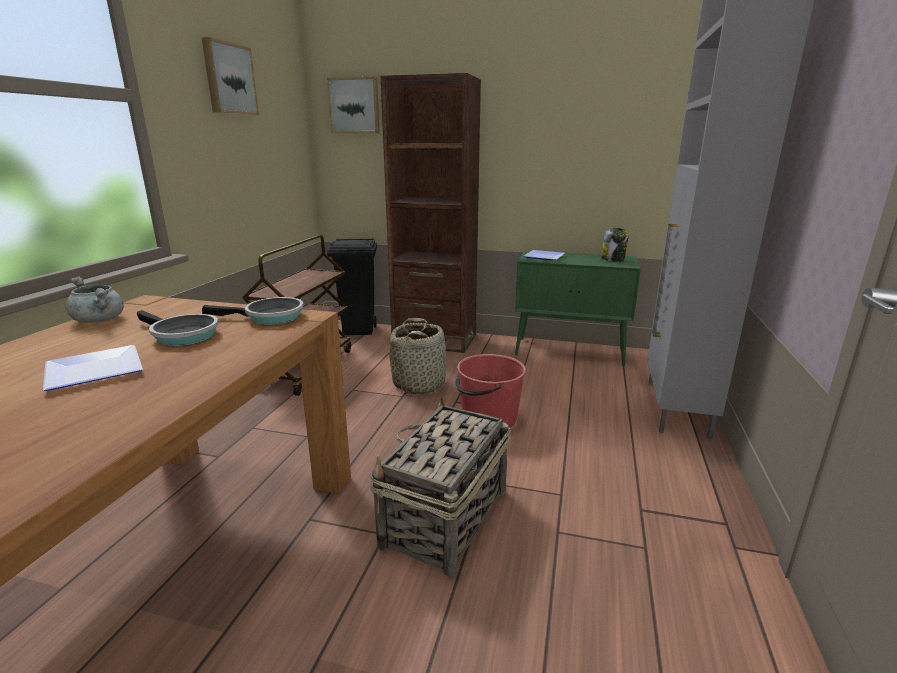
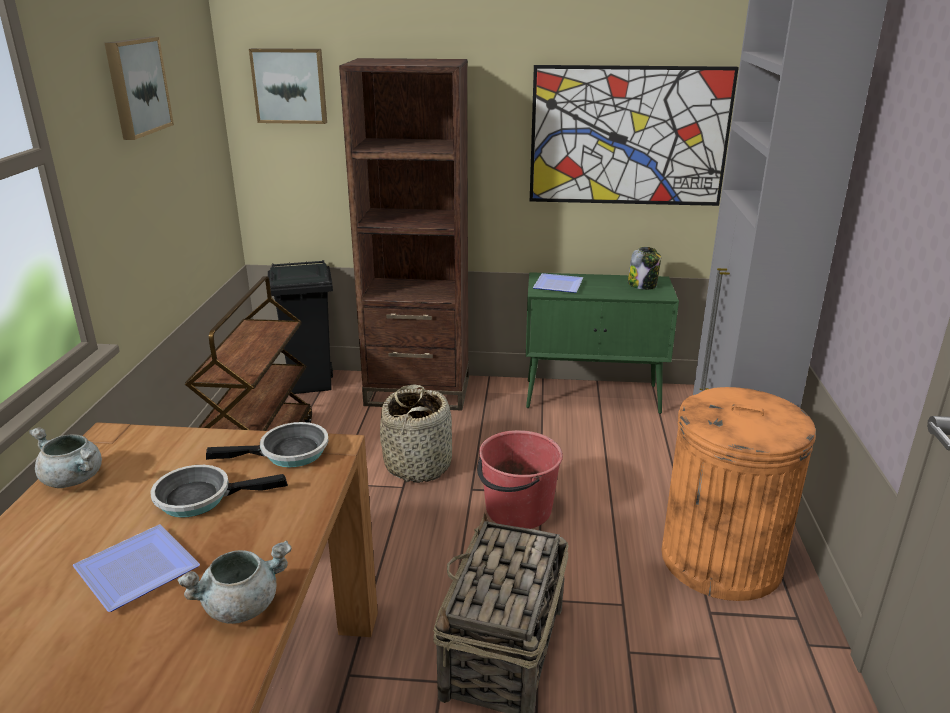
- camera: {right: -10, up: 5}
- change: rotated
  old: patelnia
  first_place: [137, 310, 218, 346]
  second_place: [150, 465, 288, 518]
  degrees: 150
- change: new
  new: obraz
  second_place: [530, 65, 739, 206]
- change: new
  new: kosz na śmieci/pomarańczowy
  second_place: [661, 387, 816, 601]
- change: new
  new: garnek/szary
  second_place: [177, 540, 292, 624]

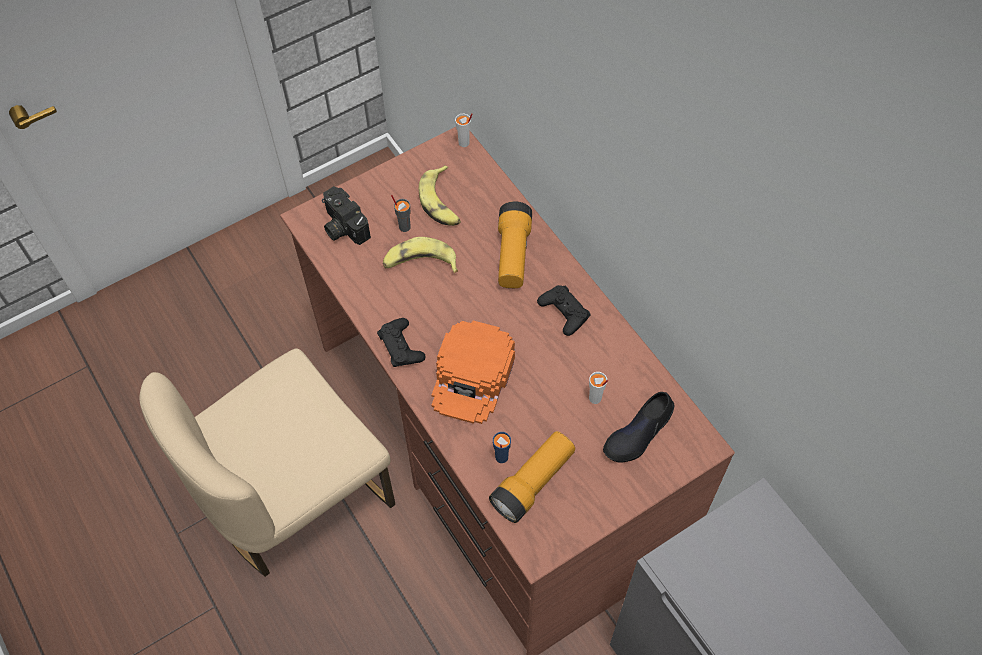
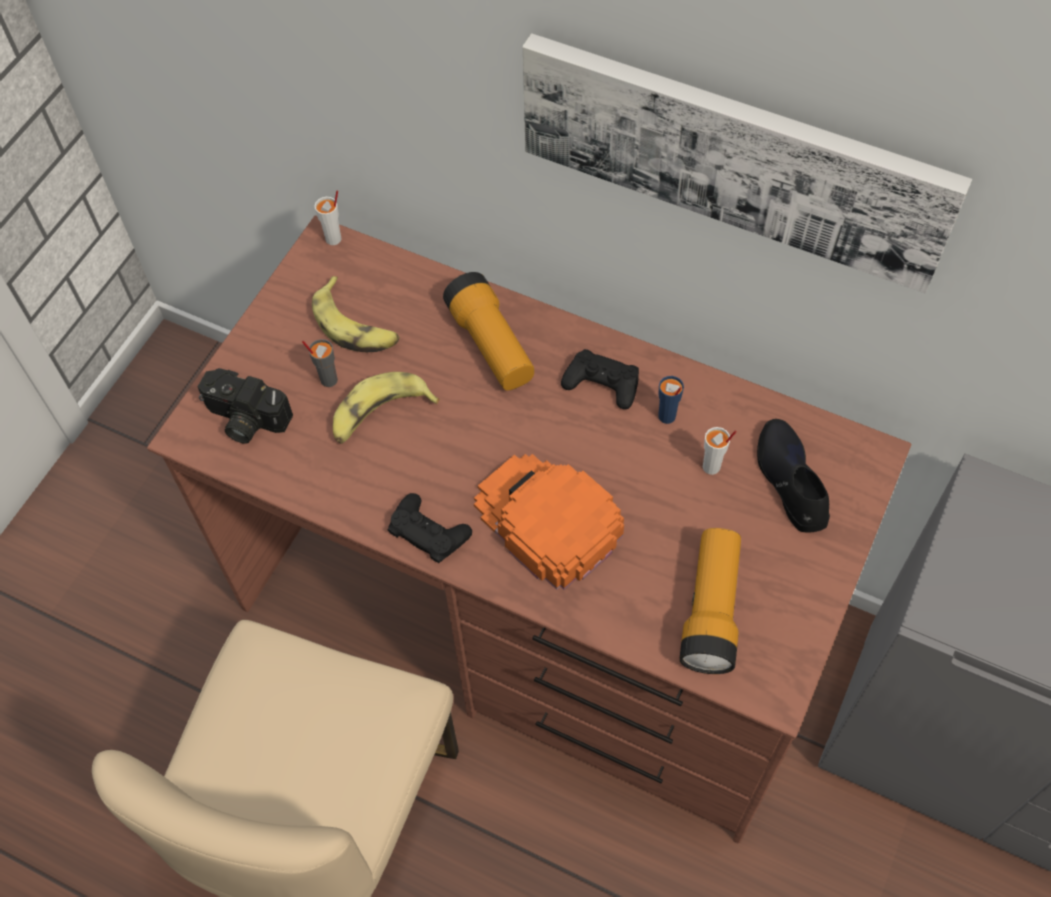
- camera: {right: -30, up: 0}
- change: rotated
  old: czapka z daszkiem/pomarańczowy
  first_place: [431, 321, 515, 424]
  second_place: [474, 454, 624, 590]
  degrees: 150
- change: rotated
  old: but/czarny
  first_place: [603, 392, 674, 463]
  second_place: [757, 419, 830, 532]
  degrees: 150
- change: shifted
  old: filiżanka/niebieski
  first_place: [493, 432, 511, 463]
  second_place: [658, 376, 684, 424]
- change: new
  new: obraz
  second_place: [523, 34, 972, 293]

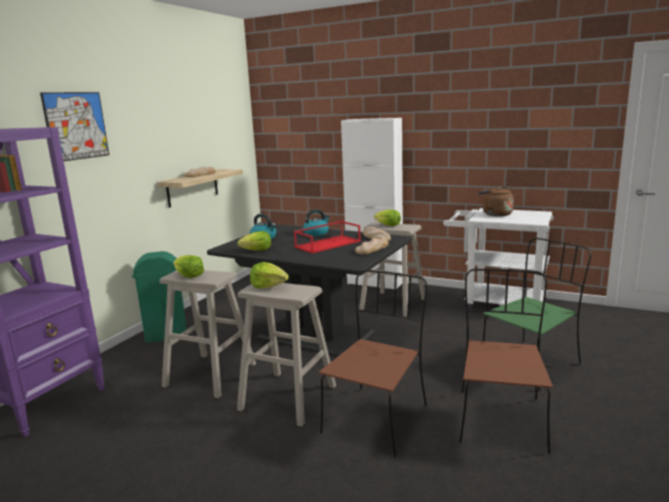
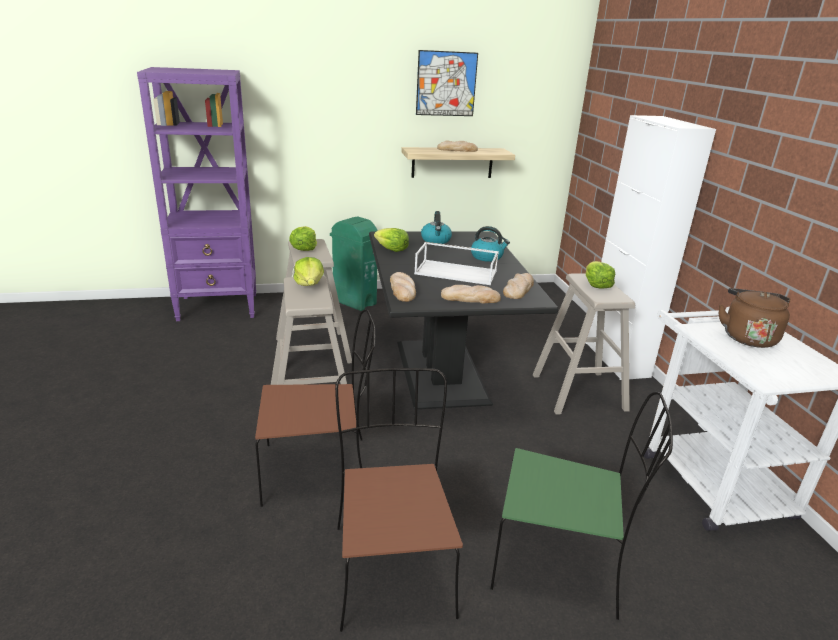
- camera: {right: 50, up: 10}
- change: shifted
  old: obraz
  first_place: [40, 92, 109, 161]
  second_place: [416, 50, 478, 116]
- change: repainted
  old: taca/czerwony
  new: taca/biały
  first_place: [294, 221, 361, 254]
  second_place: [414, 242, 499, 285]
- change: rotated
  old: krzesło/brązowy
  first_place: [459, 269, 553, 454]
  second_place: [335, 368, 463, 632]
  degrees: -75
- change: new
  new: chleb
  second_place: [390, 272, 416, 302]

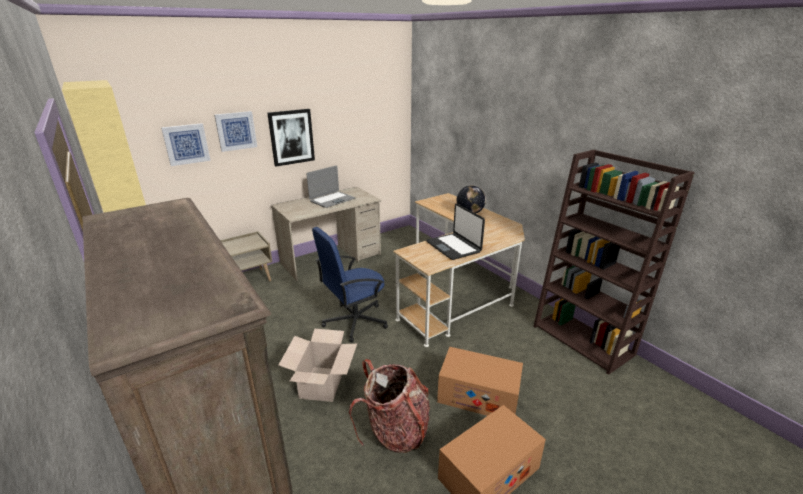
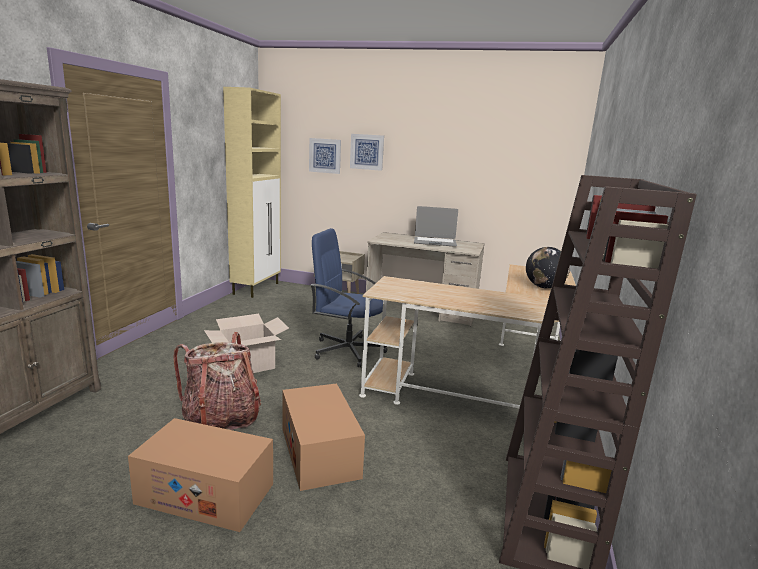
- camera: {right: 50, up: -10}
- change: gone
  old: obraz
  first_place: [267, 109, 315, 167]
- change: gone
  old: laptop
  first_place: [426, 203, 485, 260]

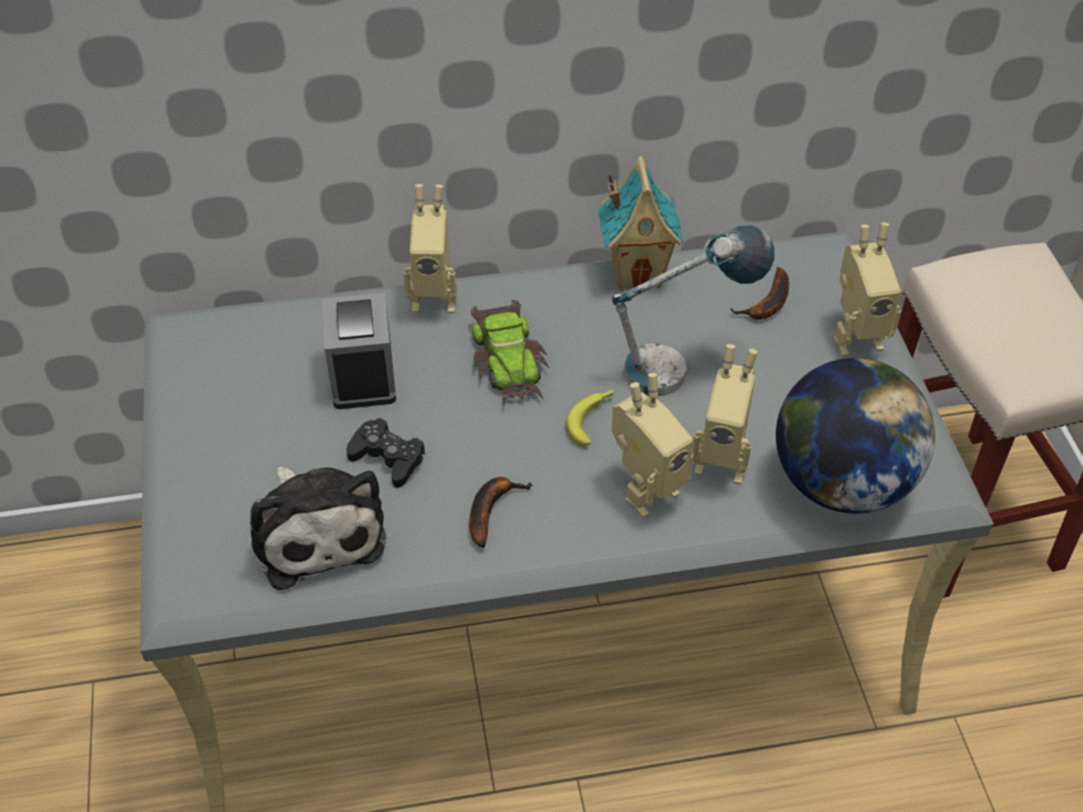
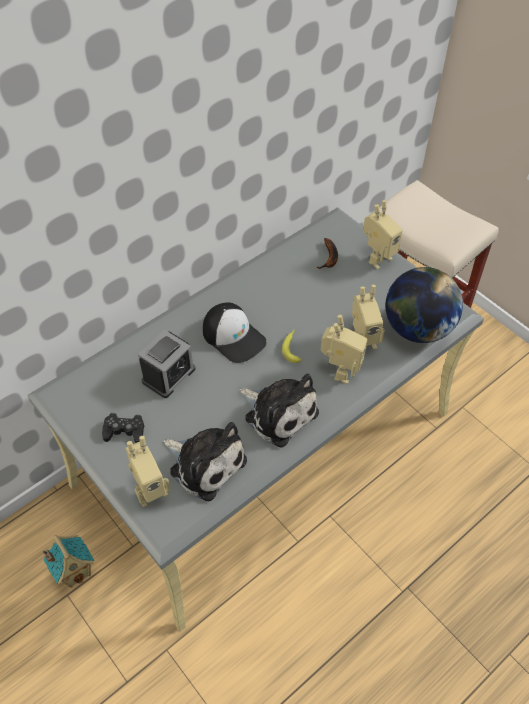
- camera: {right: -30, up: 5}
- change: shifted
  old: domek
  first_place: [598, 156, 684, 291]
  second_place: [43, 535, 95, 588]
- change: shifted
  old: robot zabawkowy
  first_place: [403, 184, 457, 313]
  second_place: [126, 436, 170, 507]
- change: gone
  old: lampa stołowa
  first_place: [612, 226, 775, 396]
- change: rotated
  old: budzik
  first_place: [322, 293, 396, 409]
  second_place: [138, 330, 195, 398]
  degrees: -105
- change: swapped
  old: samochodzik
  new: czapka z daszkiem
  first_place: [471, 300, 550, 406]
  second_place: [203, 302, 267, 363]
- change: shifted
  old: pad do gier/czarny
  first_place: [346, 418, 425, 488]
  second_place: [102, 413, 144, 443]
- change: swapped
  old: banan
  new: pluszak
  first_place: [469, 477, 533, 548]
  second_place: [240, 374, 319, 448]

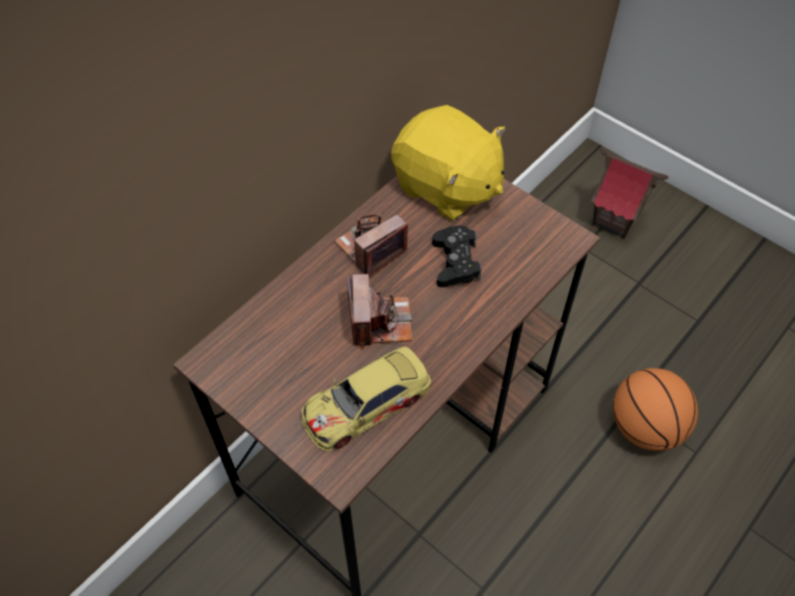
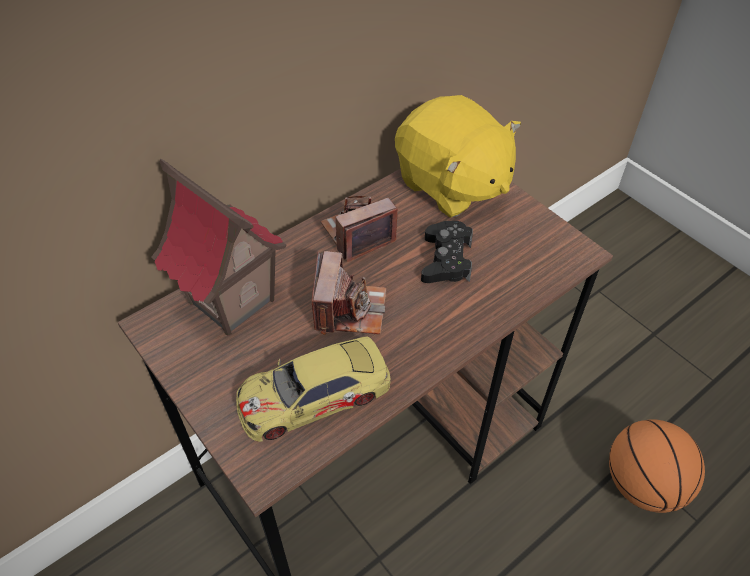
- camera: {right: 10, up: -5}
- change: shifted
  old: domek
  first_place: [591, 148, 669, 239]
  second_place: [151, 159, 287, 336]

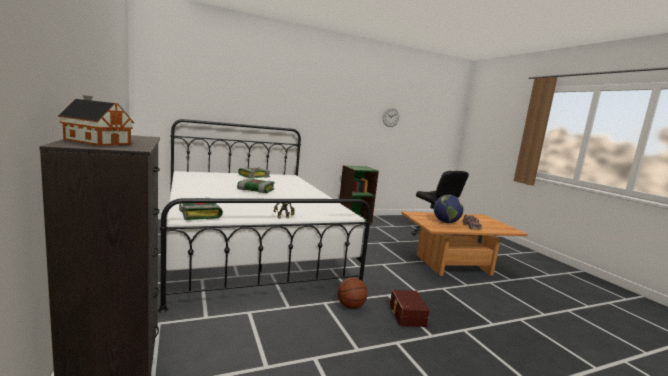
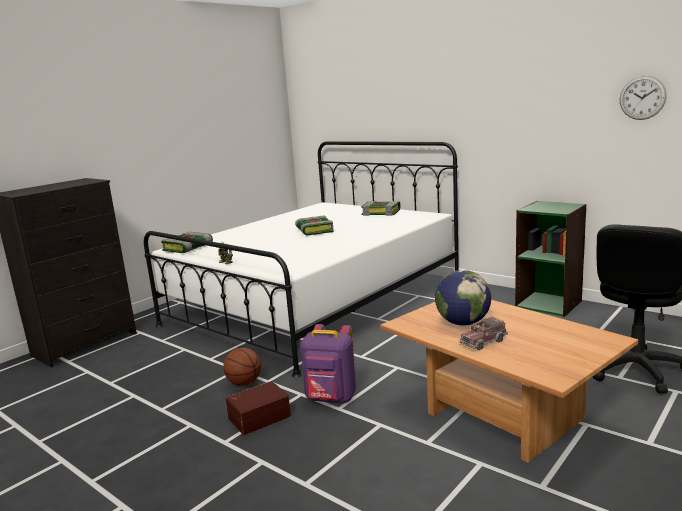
- camera: {right: 65, up: 5}
- change: gone
  old: domek
  first_place: [58, 95, 134, 146]
- change: new
  new: plecak/fioletowy
  second_place: [300, 324, 356, 403]

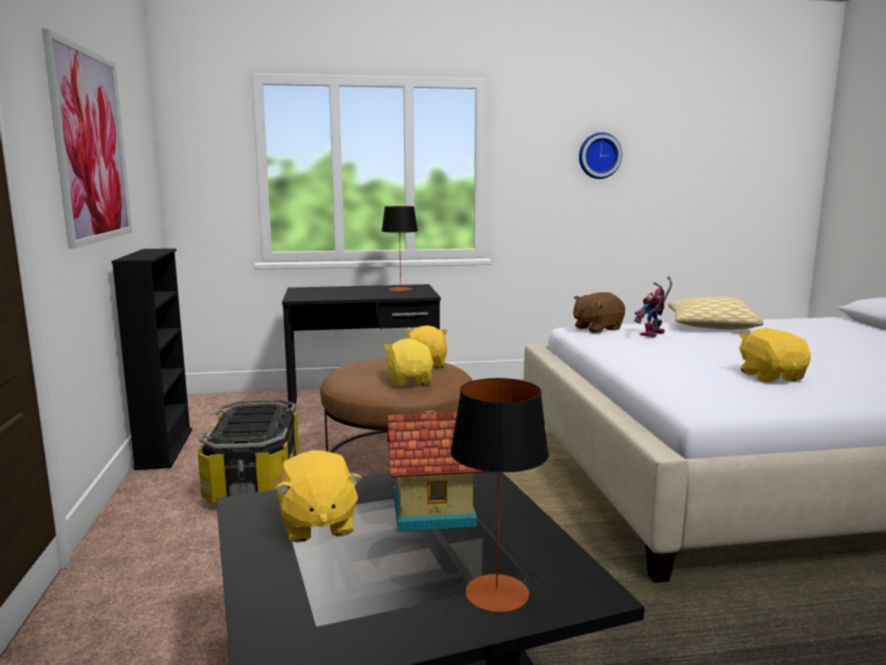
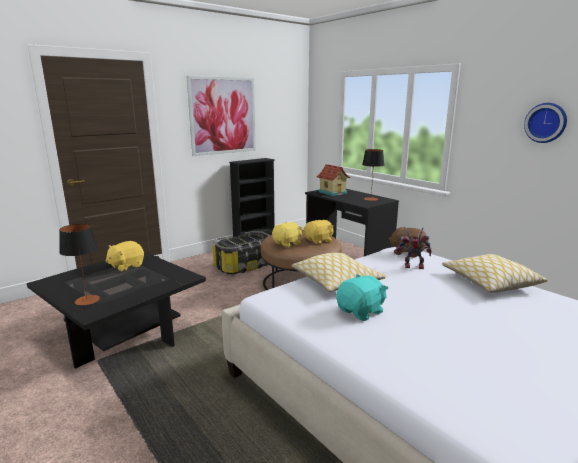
- camera: {right: 60, up: 5}
- change: repainted
  old: pluszak/żółty
  new: pluszak/turkusowy
  first_place: [739, 328, 811, 382]
  second_place: [336, 274, 388, 321]
- change: shifted
  old: domek
  first_place: [387, 410, 485, 531]
  second_place: [317, 164, 350, 196]
- change: new
  new: poduszka
  second_place: [292, 253, 386, 292]

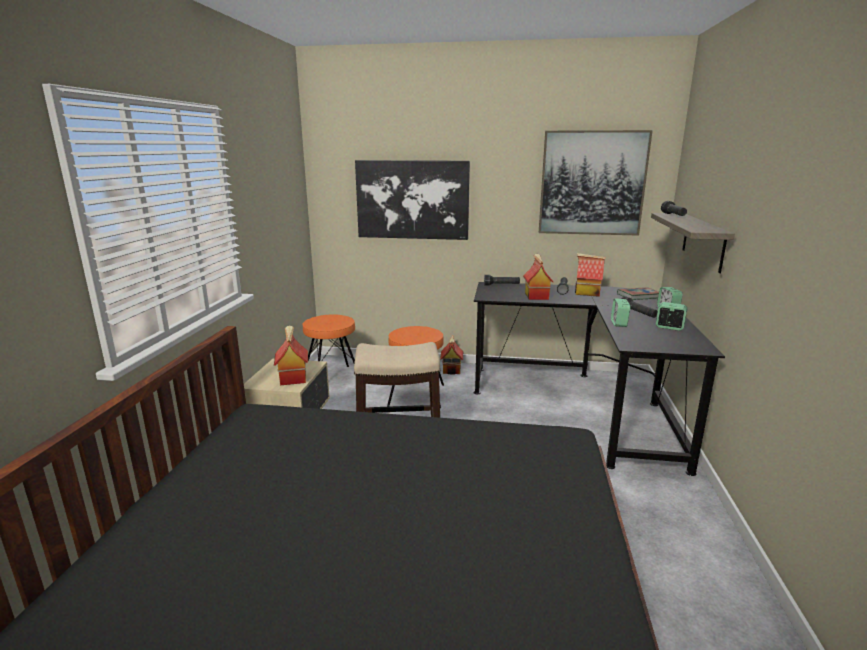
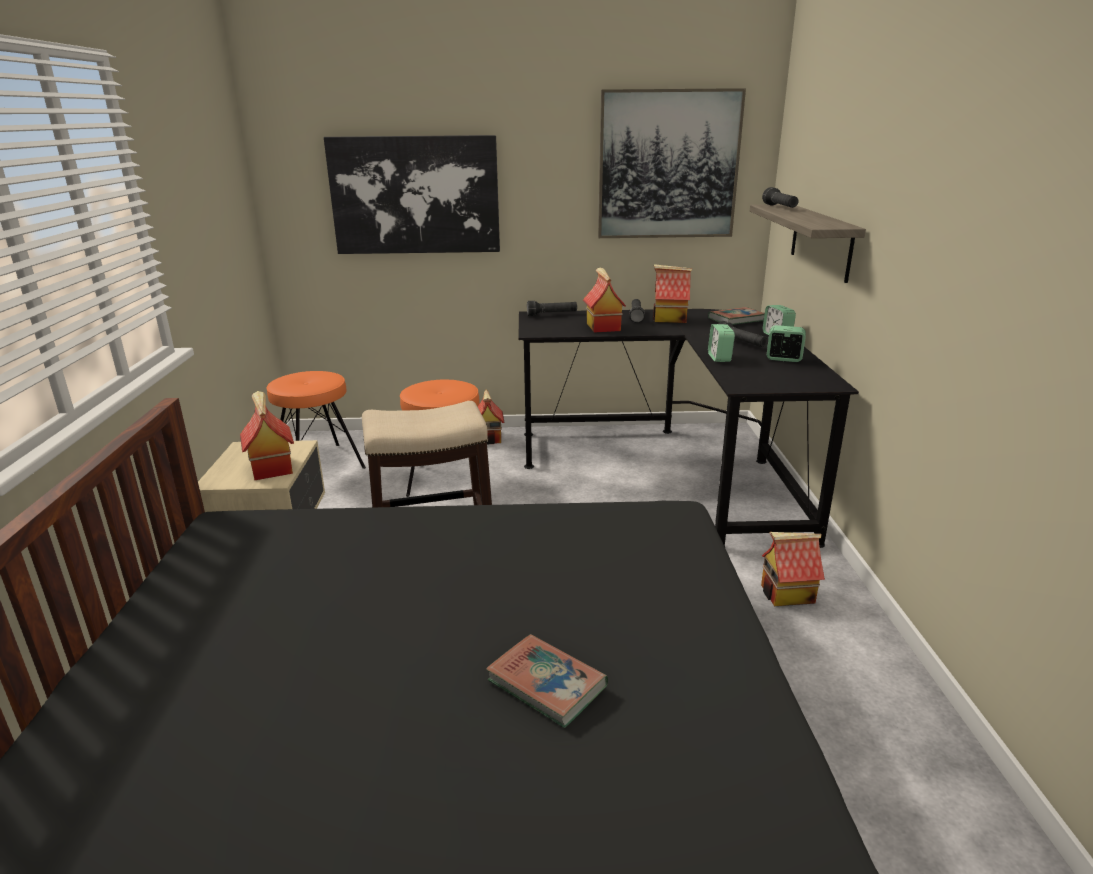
- camera: {right: -10, up: 5}
- change: new
  new: domek
  second_place: [761, 532, 825, 606]
- change: new
  new: książka
  second_place: [486, 634, 608, 728]

